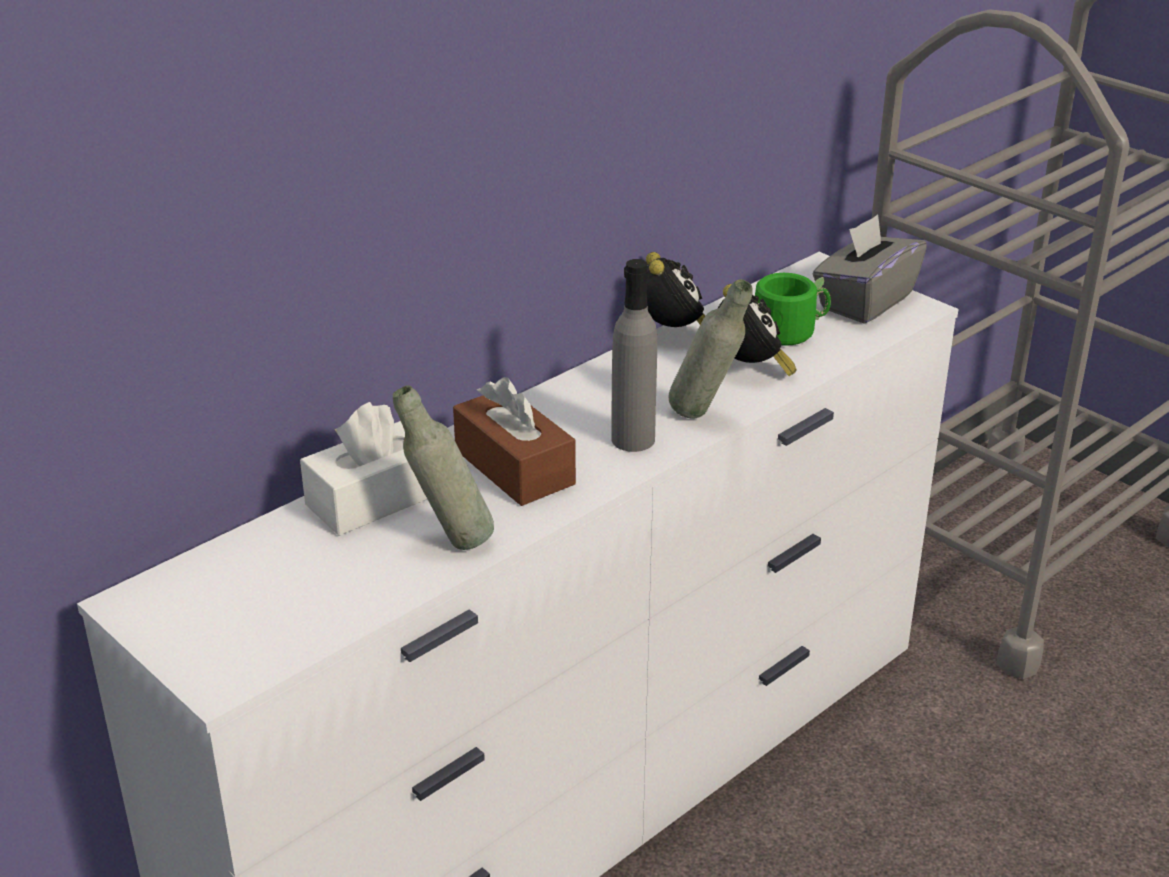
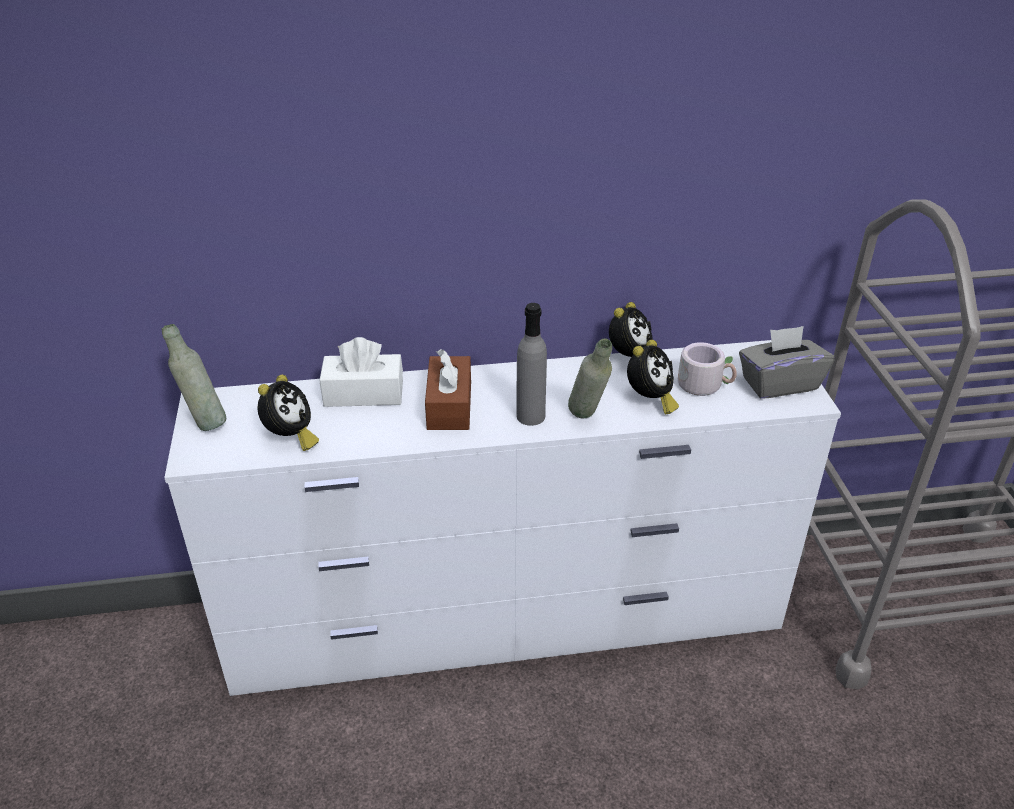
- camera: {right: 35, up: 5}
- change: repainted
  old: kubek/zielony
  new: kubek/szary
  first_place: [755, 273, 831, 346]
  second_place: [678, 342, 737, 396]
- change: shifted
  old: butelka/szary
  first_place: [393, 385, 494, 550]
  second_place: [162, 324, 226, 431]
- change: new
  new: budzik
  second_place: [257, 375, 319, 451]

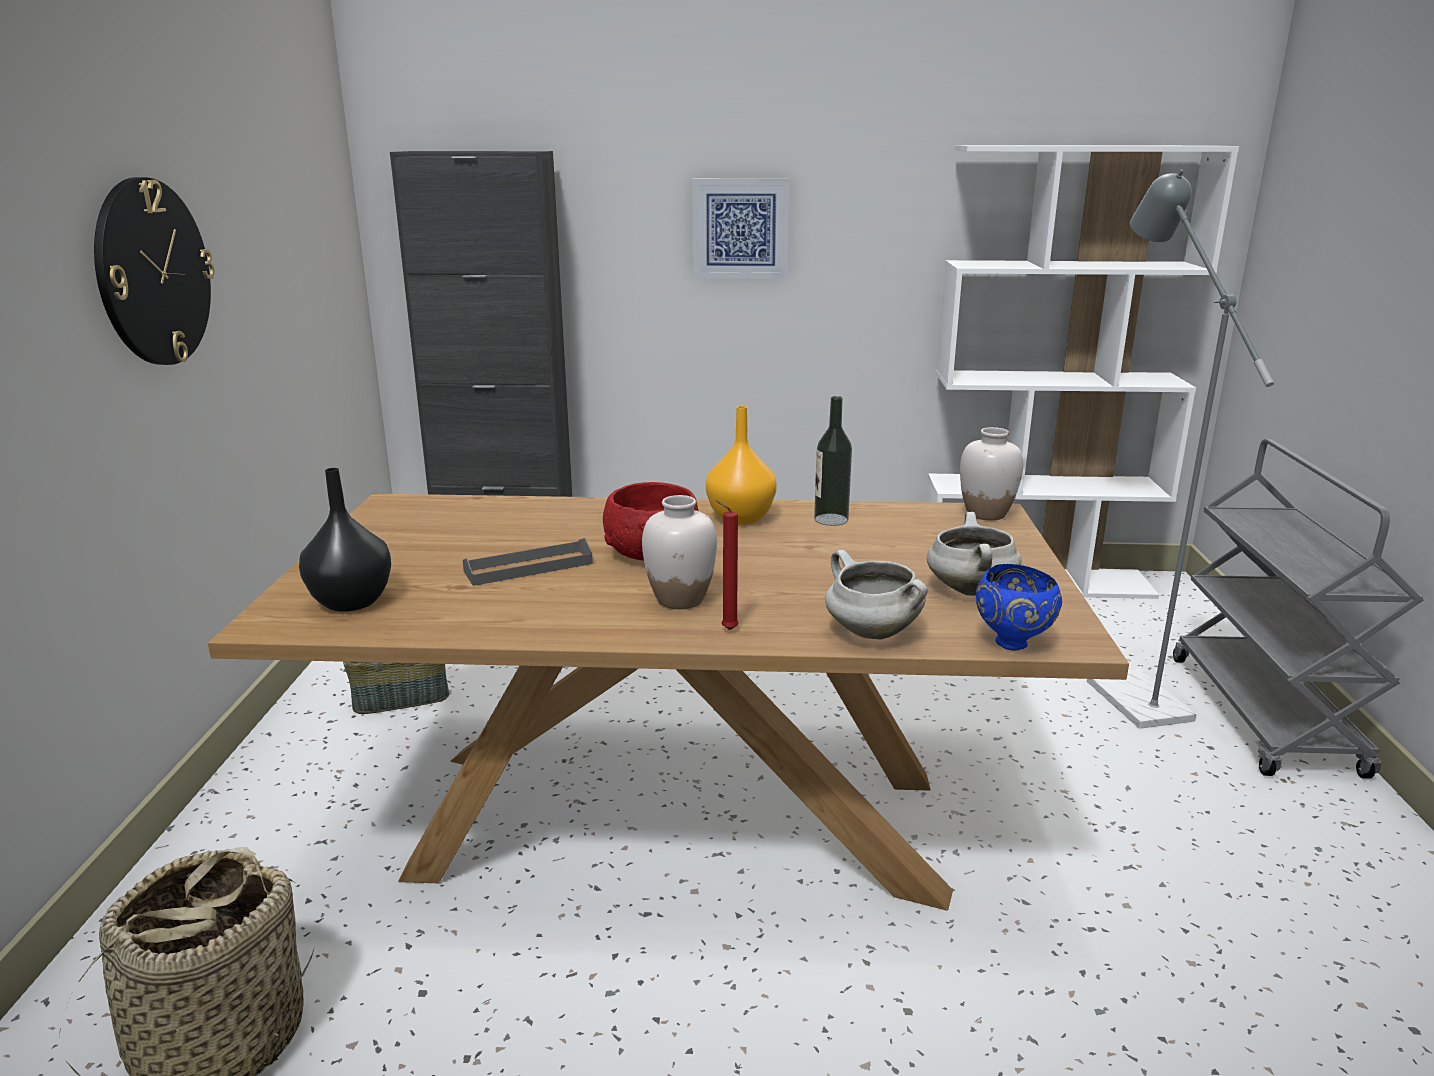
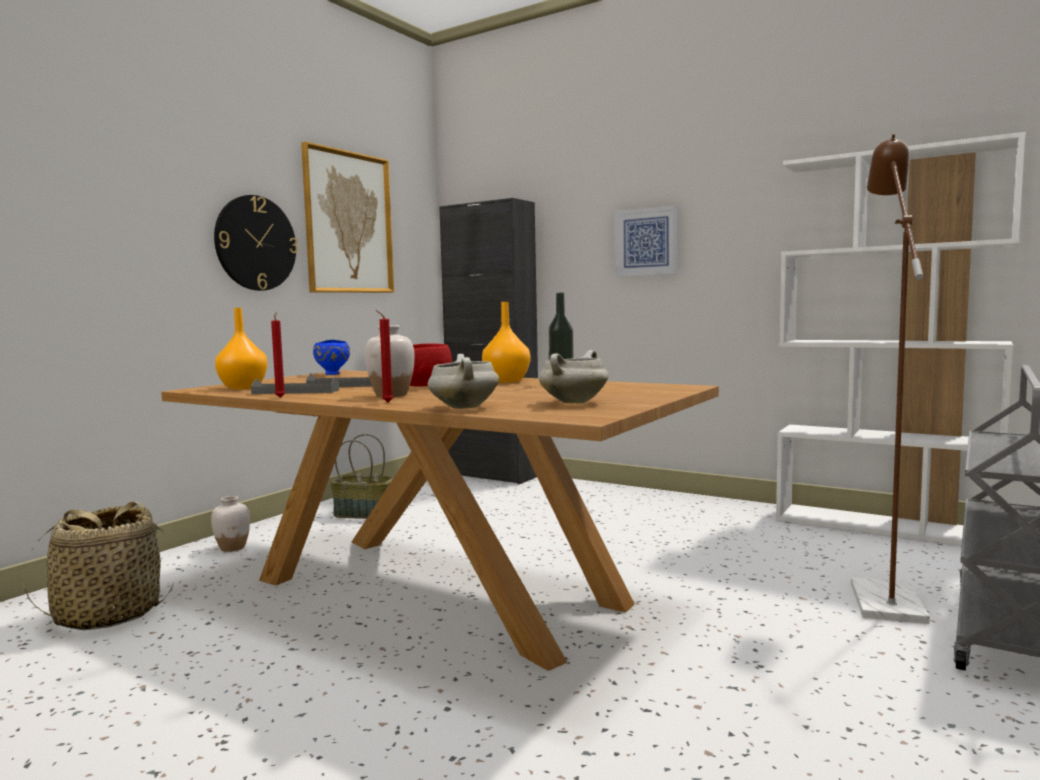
- camera: {right: 30, up: -15}
- change: repainted
  old: lampa stojąca/szary
  new: lampa stojąca/brązowy
  first_place: [1087, 170, 1274, 729]
  second_place: [851, 134, 930, 624]
- change: shifted
  old: wazon/biały
  first_place: [960, 427, 1023, 520]
  second_place: [211, 496, 250, 552]
- change: repainted
  old: wazon/czarny
  new: wazon/pomarańczowy
  first_place: [299, 468, 391, 612]
  second_place: [215, 308, 268, 389]
- change: shifted
  old: miska/niebieski
  first_place: [976, 564, 1062, 651]
  second_place: [313, 340, 350, 375]
- change: new
  new: obraz
  second_place: [301, 142, 394, 293]
- change: new
  new: świeca/czerwony
  second_place: [271, 312, 286, 398]
- change: new
  new: taca/szary
  second_place: [251, 377, 339, 394]

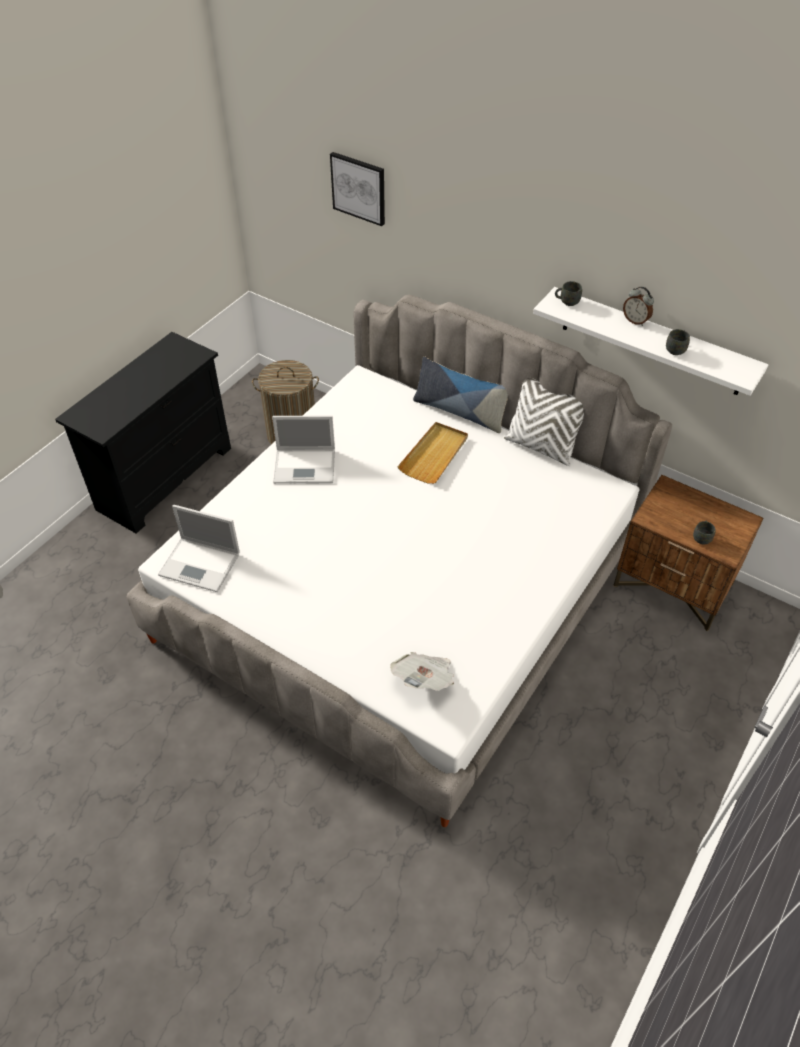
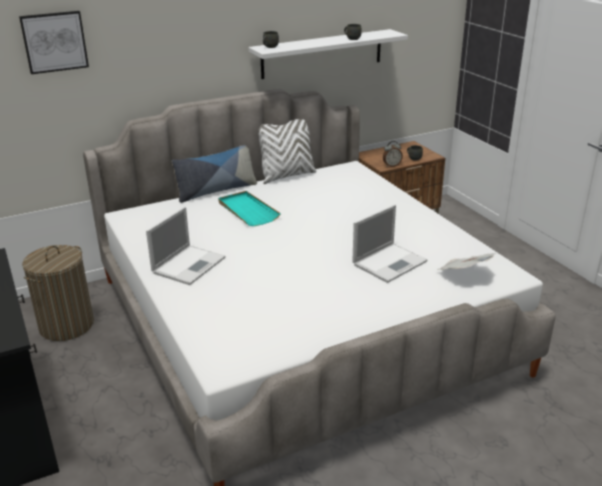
- camera: {right: -60, up: -20}
- change: shifted
  old: budzik
  first_place: [623, 287, 654, 326]
  second_place: [383, 141, 403, 167]
- change: repainted
  old: taca/beżowy
  new: taca/turkusowy
  first_place: [398, 422, 468, 484]
  second_place: [218, 191, 281, 226]
- change: shifted
  old: laptop
  first_place: [158, 505, 240, 592]
  second_place: [352, 205, 427, 283]

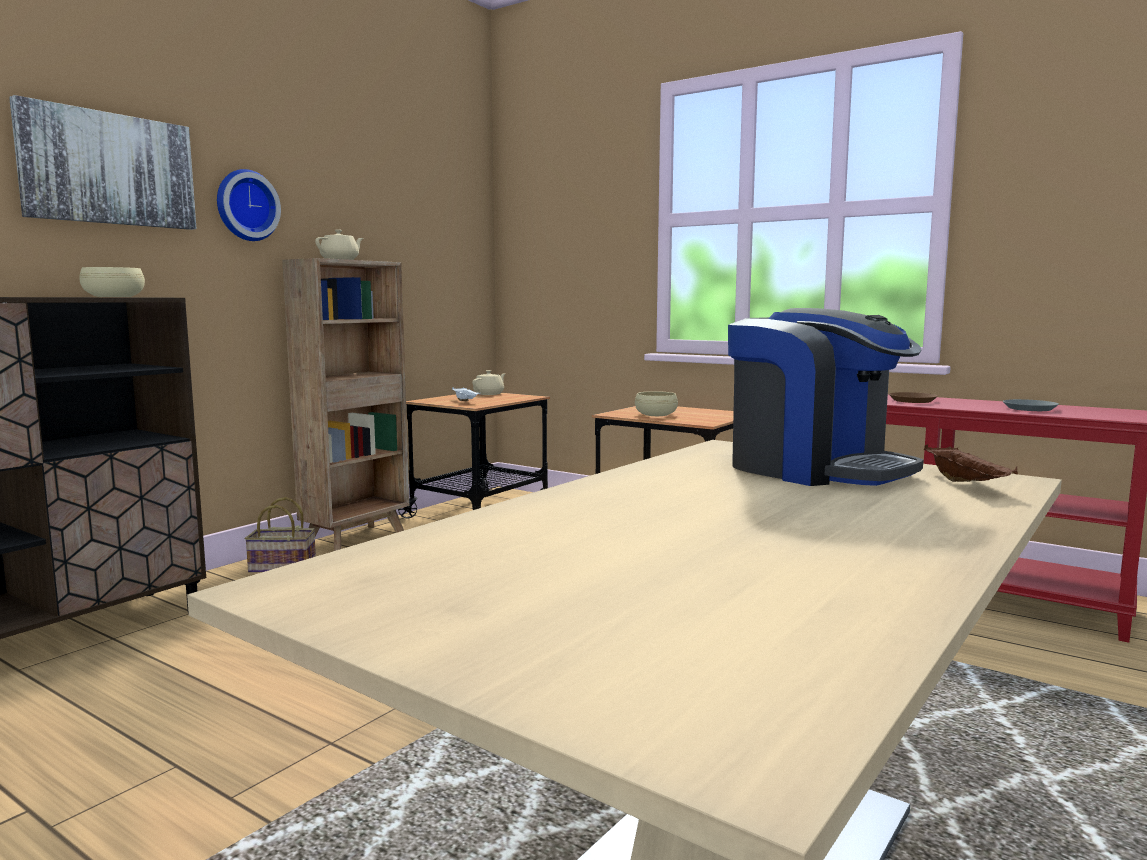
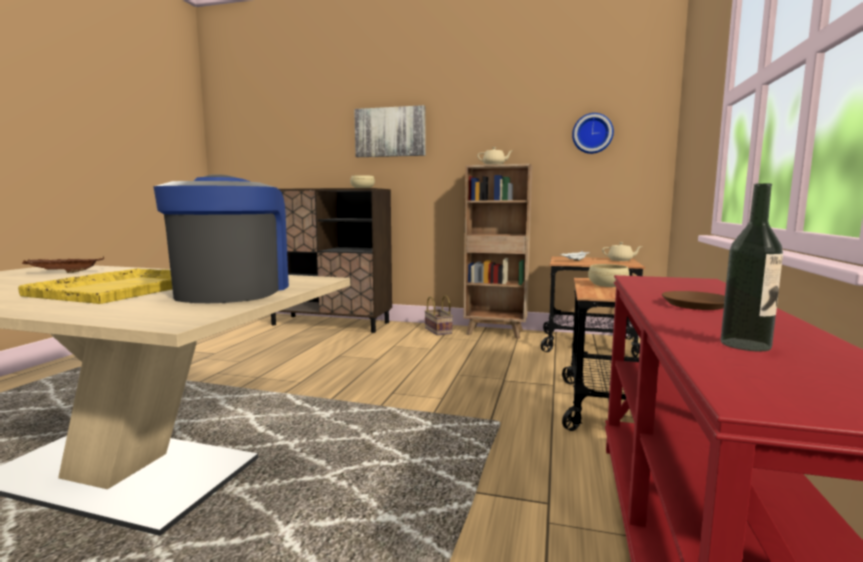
- camera: {right: 70, up: 0}
- change: shifted
  old: zegar ścienny
  first_place: [217, 169, 281, 241]
  second_place: [572, 113, 614, 154]
- change: rotated
  old: ekspres do kawy
  first_place: [728, 308, 924, 486]
  second_place: [153, 175, 289, 303]
  degrees: 150
- change: swapped
  old: talerz/szary
  new: butelka
  first_place: [1003, 399, 1059, 411]
  second_place: [721, 183, 783, 351]
- change: shifted
  old: taca/brązowy
  first_place: [924, 444, 1018, 482]
  second_place: [22, 256, 104, 273]
- change: new
  new: taca/żółty
  second_place: [18, 268, 172, 304]

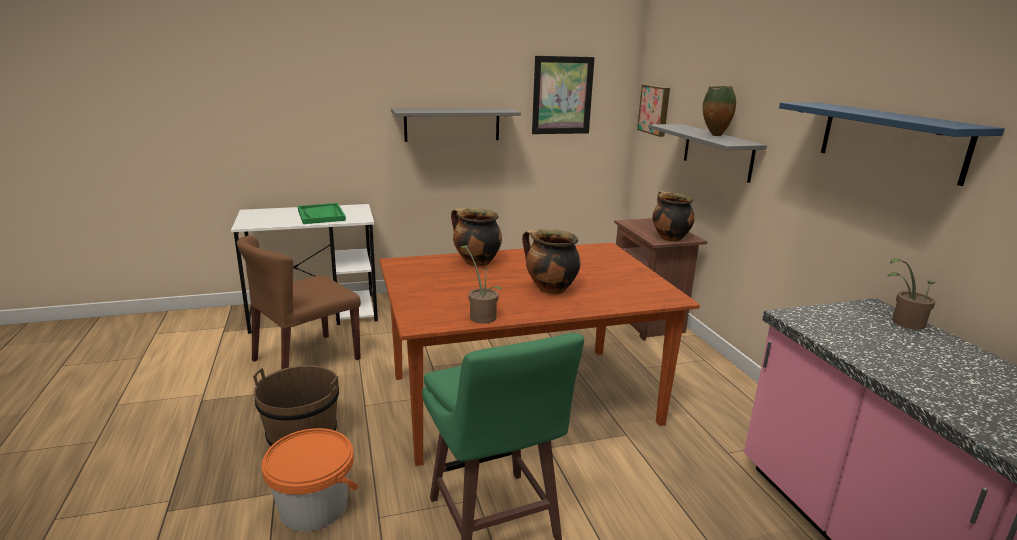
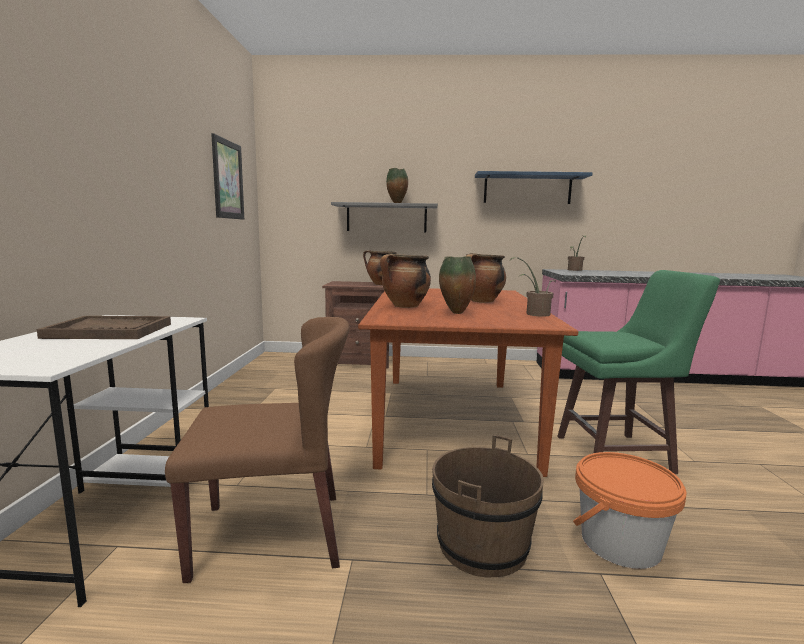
- camera: {right: -70, up: -10}
- change: gone
  old: obraz
  first_place: [637, 84, 670, 137]
- change: gone
  old: półka/szary
  first_place: [391, 108, 521, 142]
- change: repainted
  old: taca/zielony
  new: taca/brązowy
  first_place: [298, 203, 346, 224]
  second_place: [37, 316, 171, 339]
- change: rotated
  old: krzesło/brązowy
  first_place: [237, 236, 361, 370]
  second_place: [165, 317, 350, 583]
  degrees: -75
- change: new
  new: wazon
  second_place: [439, 256, 476, 314]

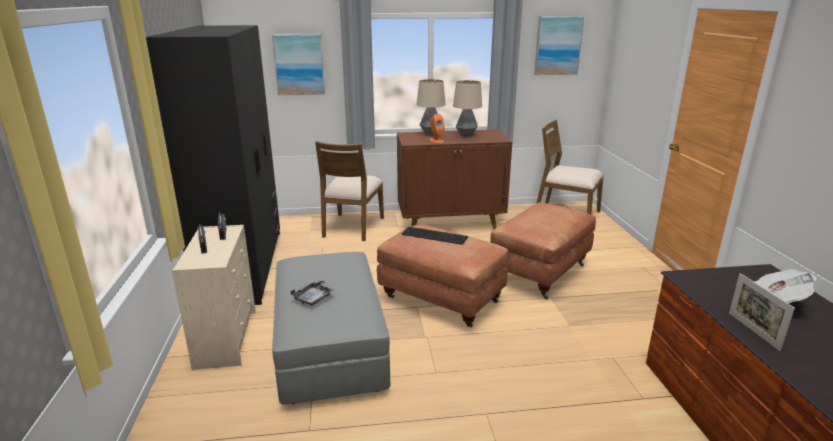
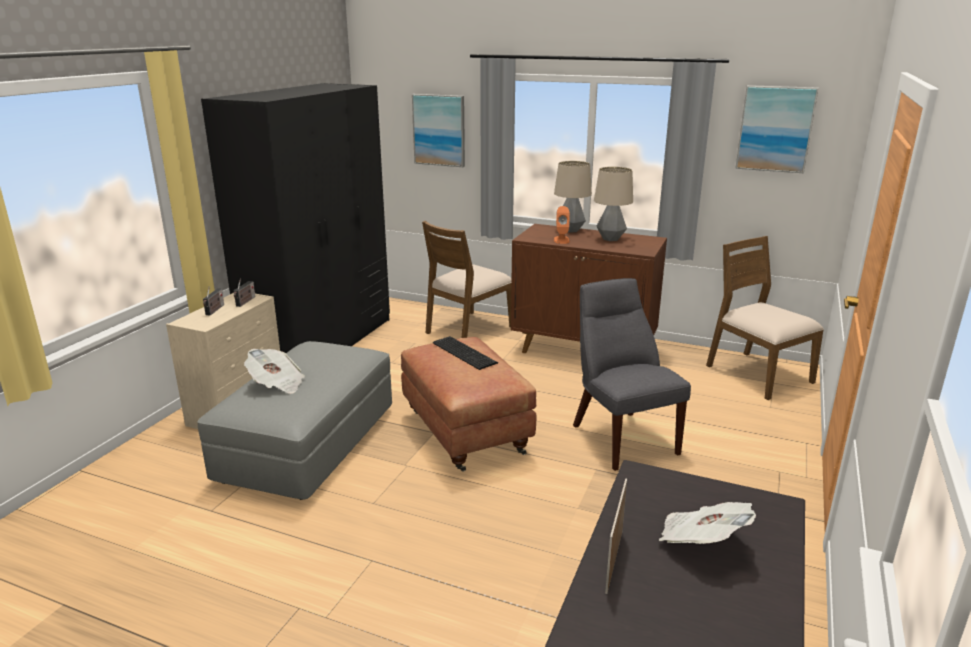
- camera: {right: 30, up: 0}
- change: swapped
  old: pufa/brązowy
  new: krzesło/szary
  first_place: [490, 203, 596, 299]
  second_place: [573, 278, 691, 471]
- change: swapped
  old: taca/szary
  new: gazeta
  first_place: [291, 279, 334, 306]
  second_place: [244, 349, 305, 394]

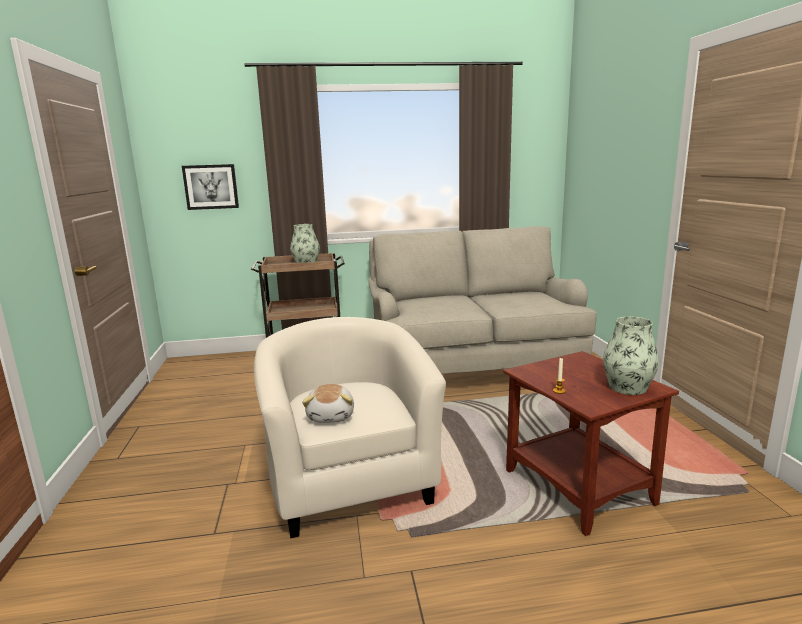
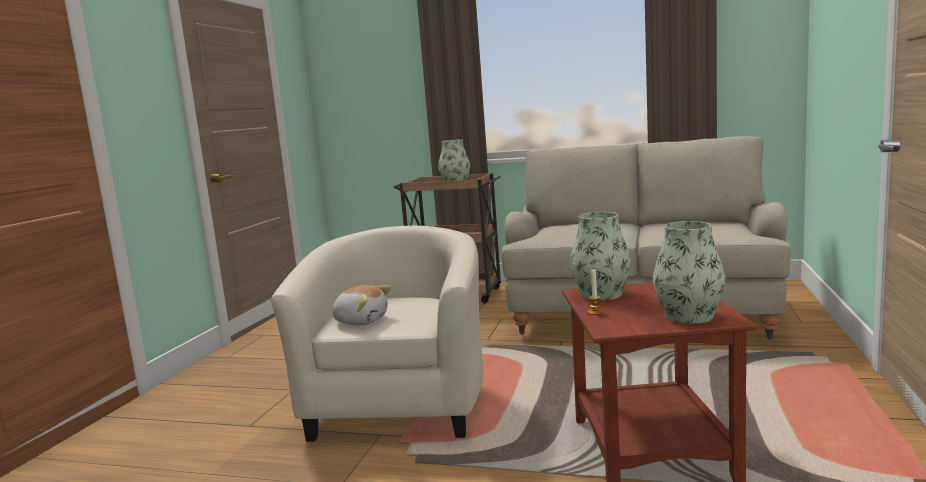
- camera: {right: 25, up: -5}
- change: gone
  old: obraz
  first_place: [182, 164, 239, 210]
- change: rotated
  old: pluszak
  first_place: [302, 384, 354, 423]
  second_place: [331, 285, 391, 325]
  degrees: -90
- change: new
  new: wazon
  second_place: [570, 212, 631, 300]

